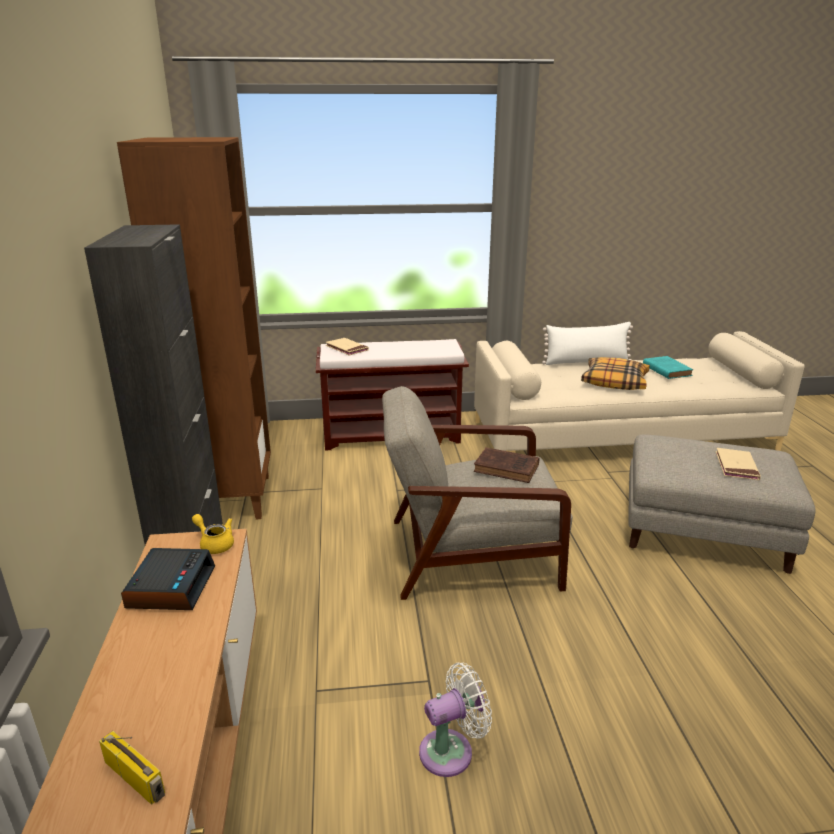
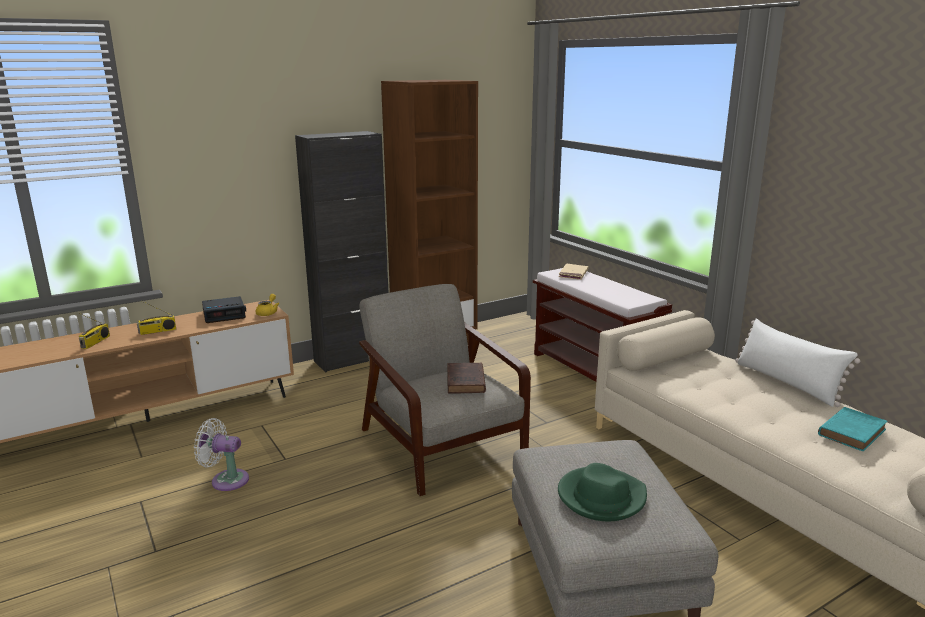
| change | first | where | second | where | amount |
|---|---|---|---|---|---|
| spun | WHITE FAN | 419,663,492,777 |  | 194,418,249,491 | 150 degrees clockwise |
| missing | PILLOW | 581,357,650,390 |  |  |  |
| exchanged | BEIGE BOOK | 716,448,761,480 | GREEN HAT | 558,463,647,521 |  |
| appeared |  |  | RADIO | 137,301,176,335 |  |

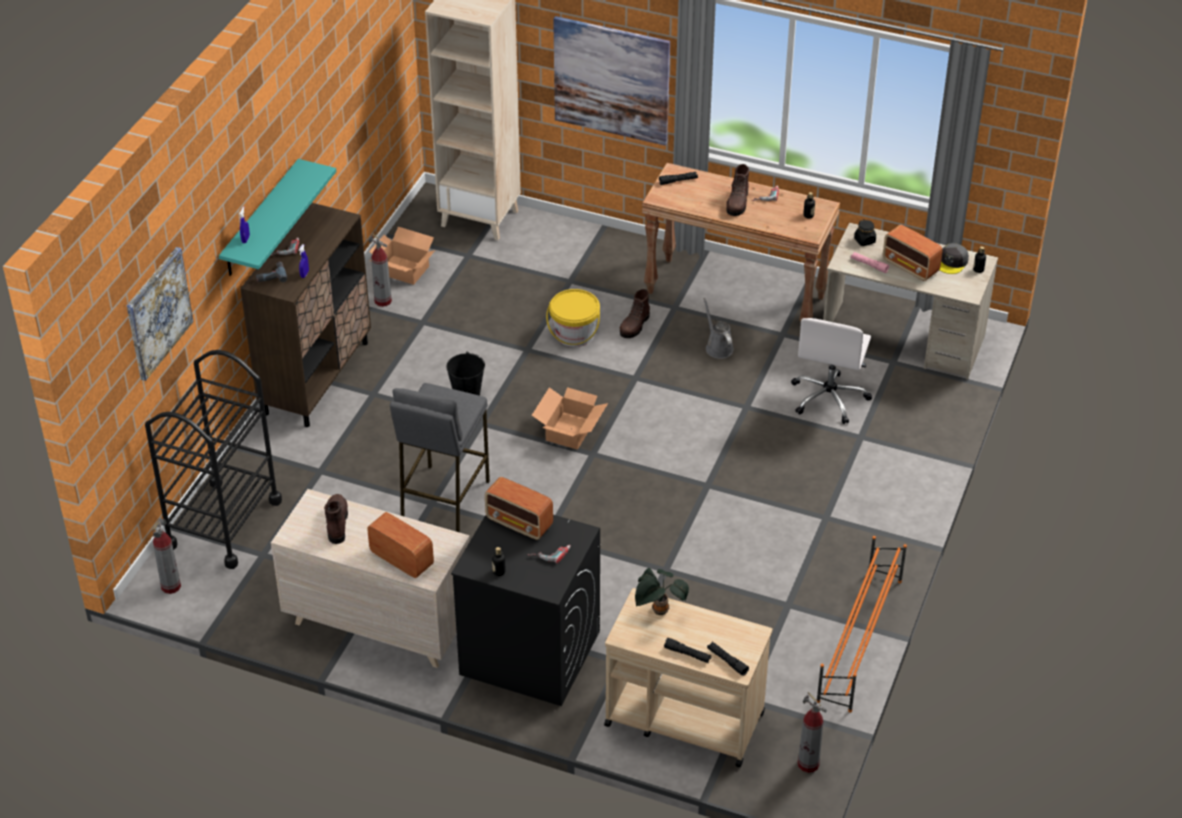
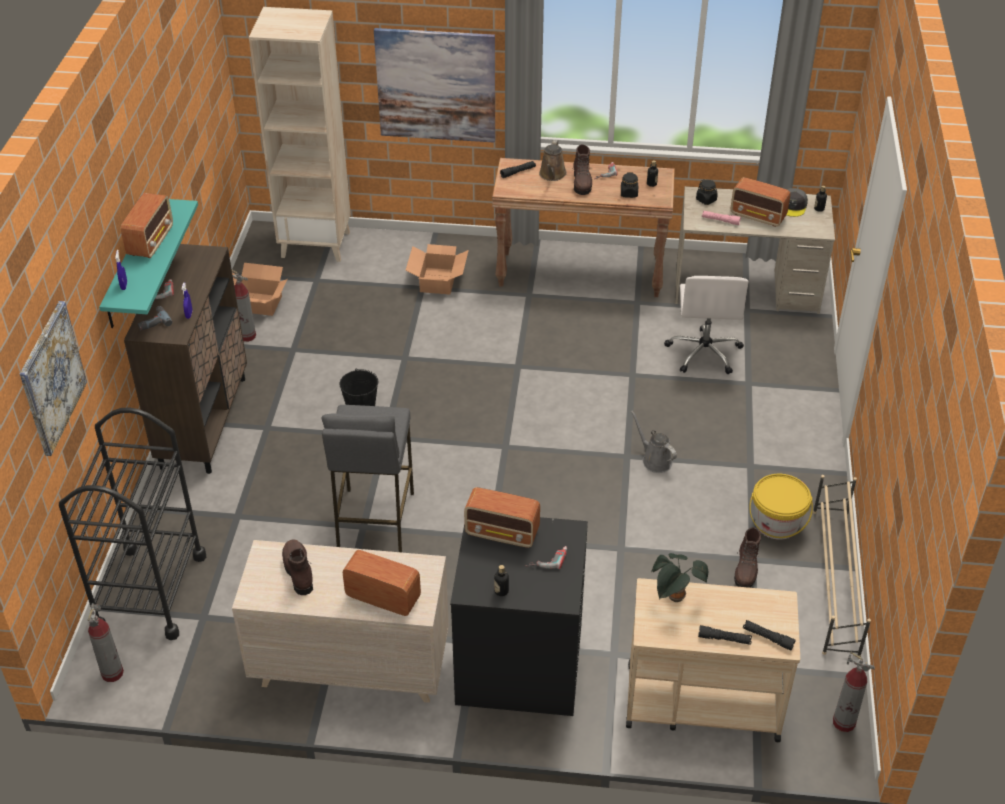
| change | first | where | second | where | amount |
|---|---|---|---|---|---|
| relocated | CARDBOARD BOX | 532,387,608,450 |  | 406,244,469,295 |  |
| relocated | YELLOW BUCKET | 546,289,600,347 |  | 749,474,813,540 |  |
| relocated | BROWN BOOT | 620,289,650,338 |  | 734,527,761,588 |  |
| relocated | GREY WATERING CAN | 703,298,734,359 |  | 631,411,677,473 |  |
| colour | ORANGE SHOE RACK | 817,536,907,712 | BEIGE SHOE RACK | 813,475,871,657 |  |
| appeared |  |  | RADIO | 121,193,173,258 |  |
| appeared |  |  | BROWN WATERING CAN | 539,140,567,181 |  |
| appeared |  |  | BLACK JAR | 621,172,638,198 |  |

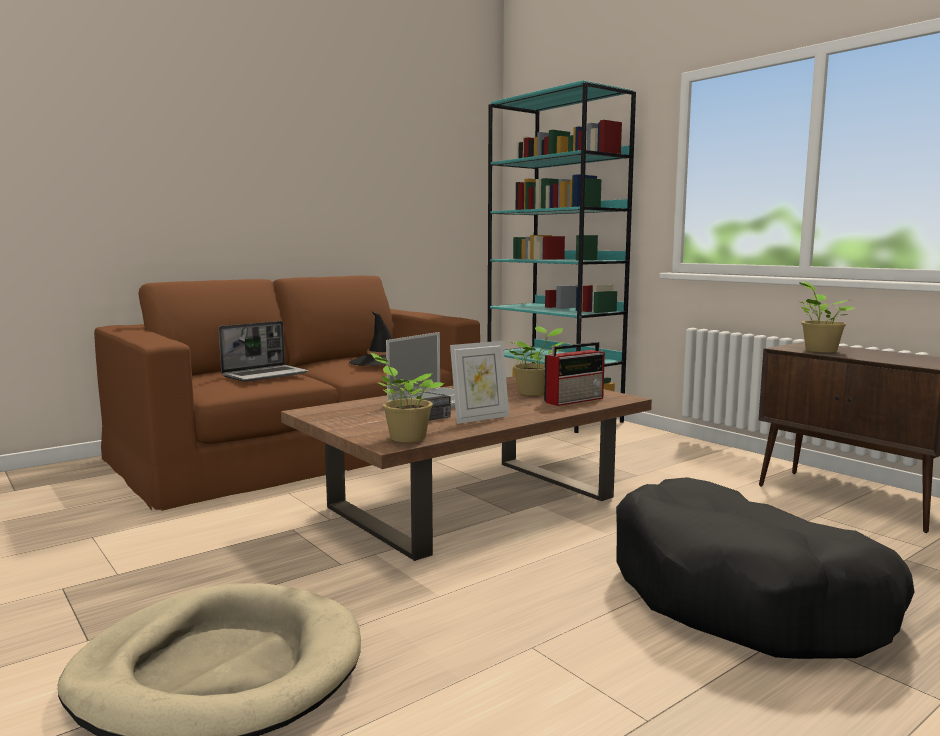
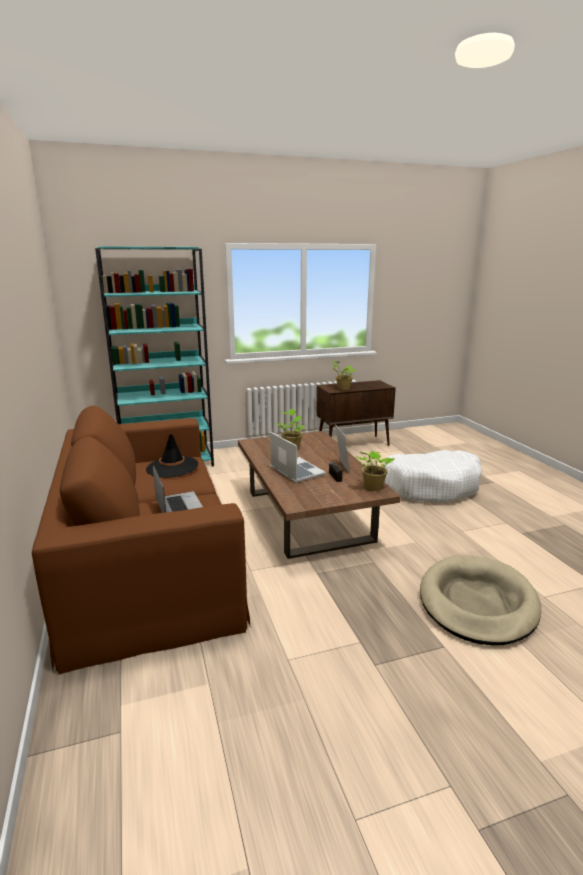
| change | first | where | second | where | amount |
|---|---|---|---|---|---|
| missing | RADIO | 544,342,605,406 |  |  |  |
| colour | BLACK DOG BED | 616,477,914,659 | WHITE DOG BED | 383,450,482,504 |  |

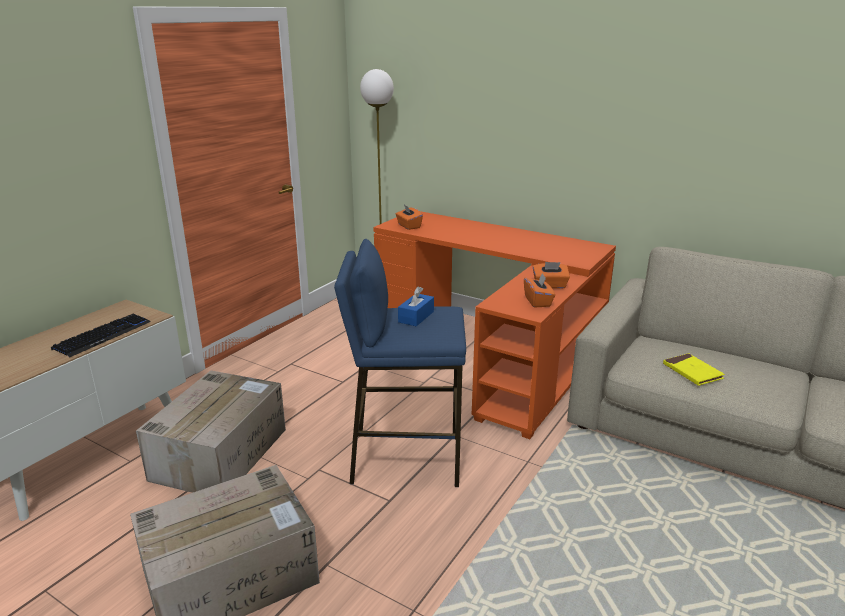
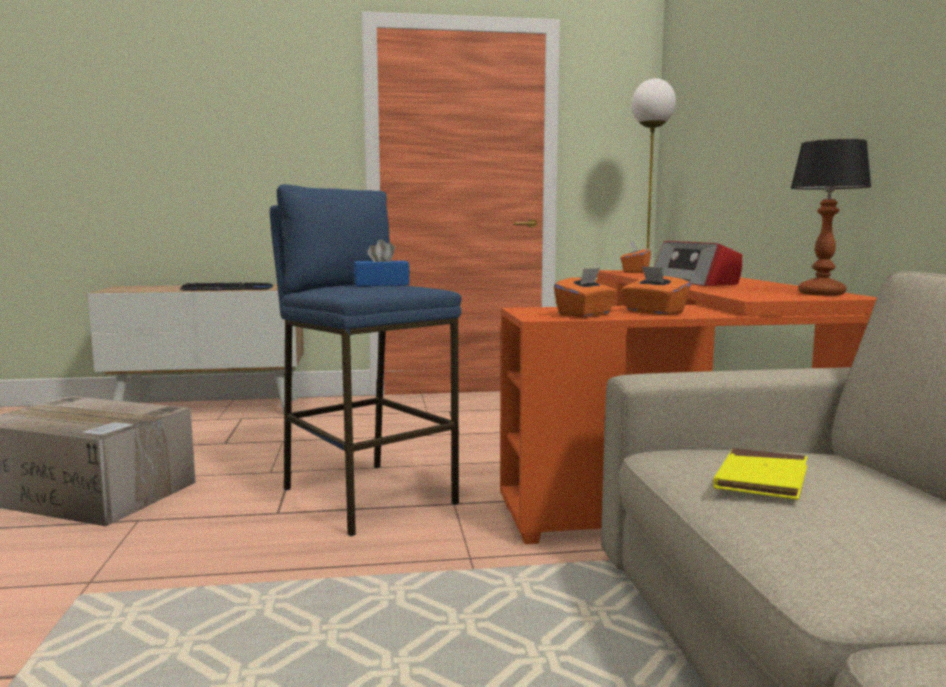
| change | first | where | second | where | amount |
|---|---|---|---|---|---|
| missing | CARDBOARD BOX | 136,370,286,493 |  |  |  |
| appeared |  |  | RADIO | 654,241,742,286 |  |
| appeared |  |  | TABLE LAMP | 790,139,872,296 |  |

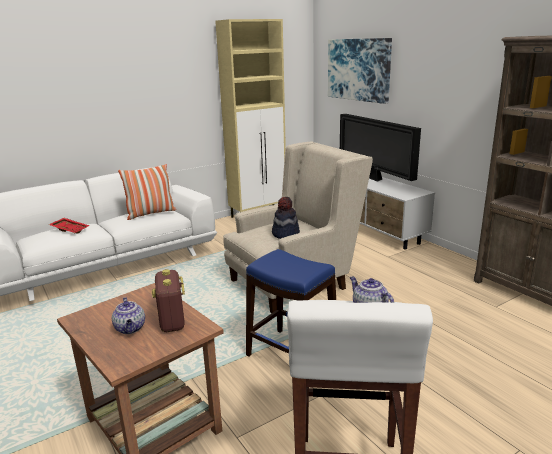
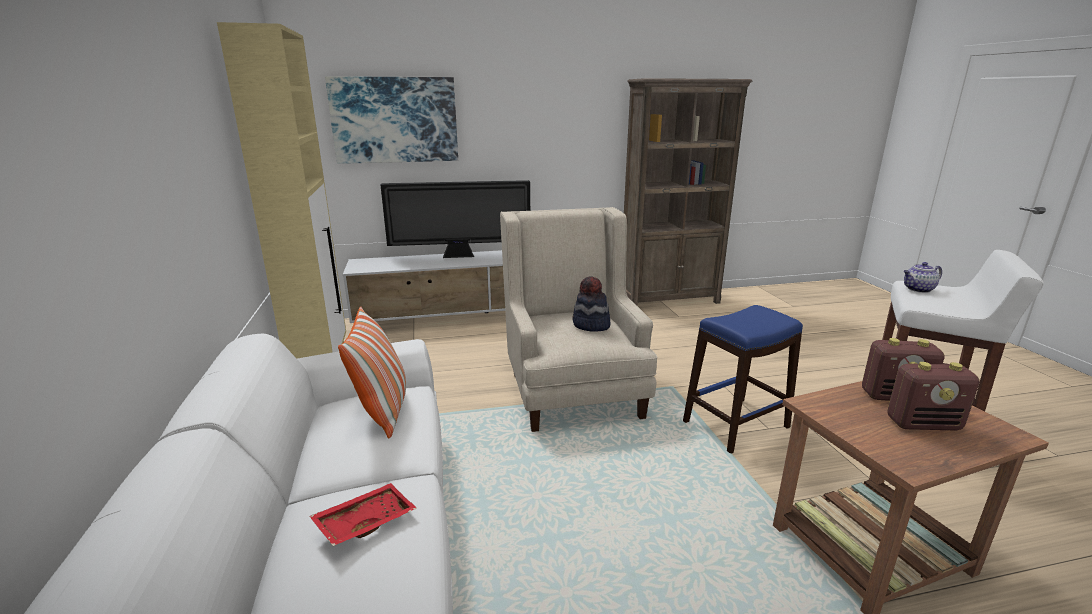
| change | first | where | second | where | amount |
|---|---|---|---|---|---|
| exchanged | TEAPOT | 112,297,145,334 | RADIO | 887,362,980,431 |  |

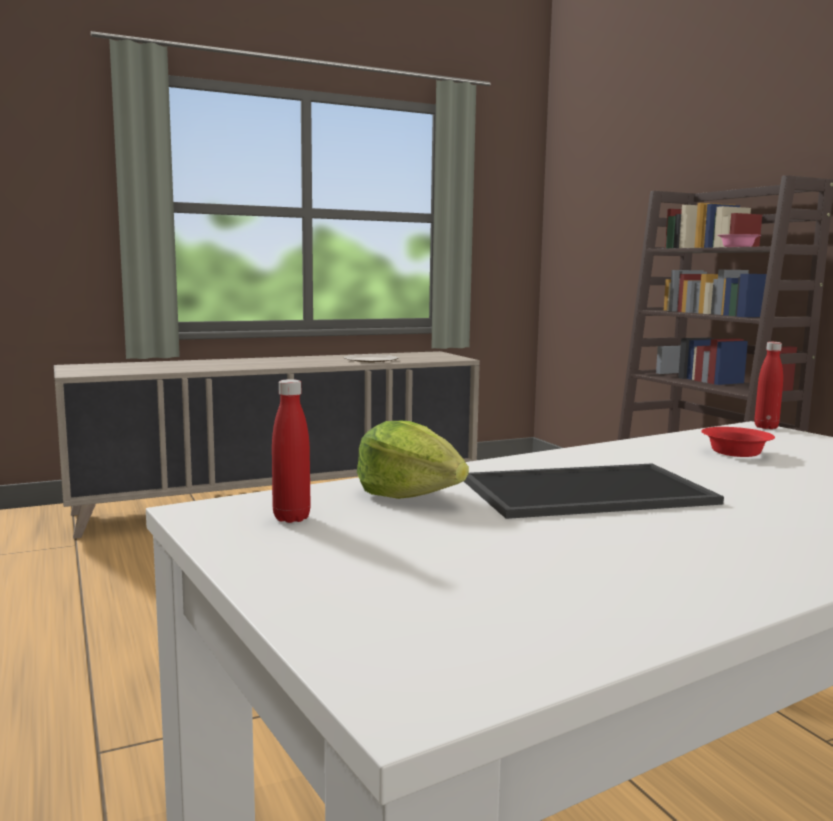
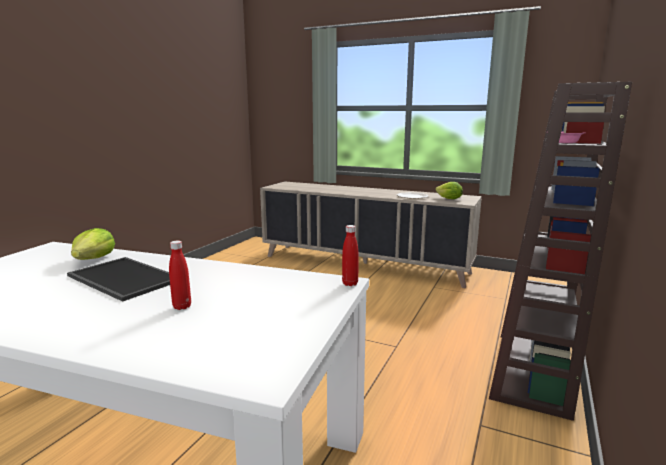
| change | first | where | second | where | amount |
|---|---|---|---|---|---|
| relocated | RED BOTTLE | 272,379,311,523 |  | 169,241,191,310 |  |
| missing | RED BOWL | 701,427,775,457 |  |  |  |
| appeared |  |  | LETTUCE | 435,182,463,199 |  |

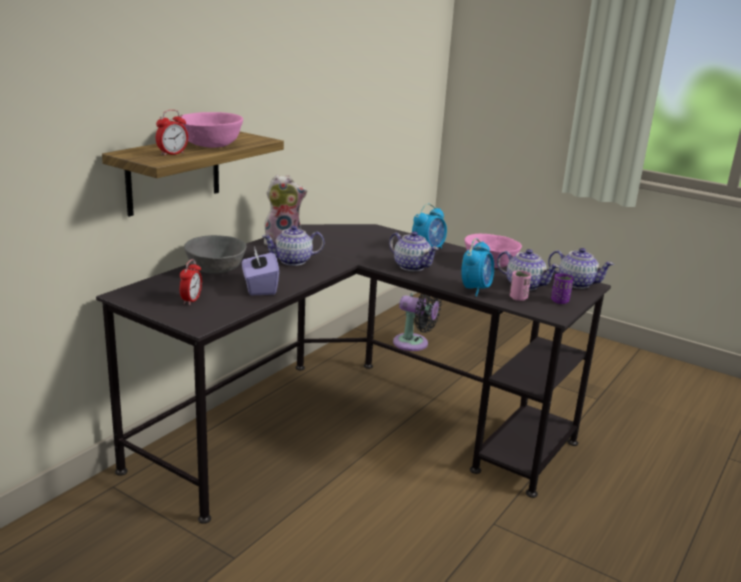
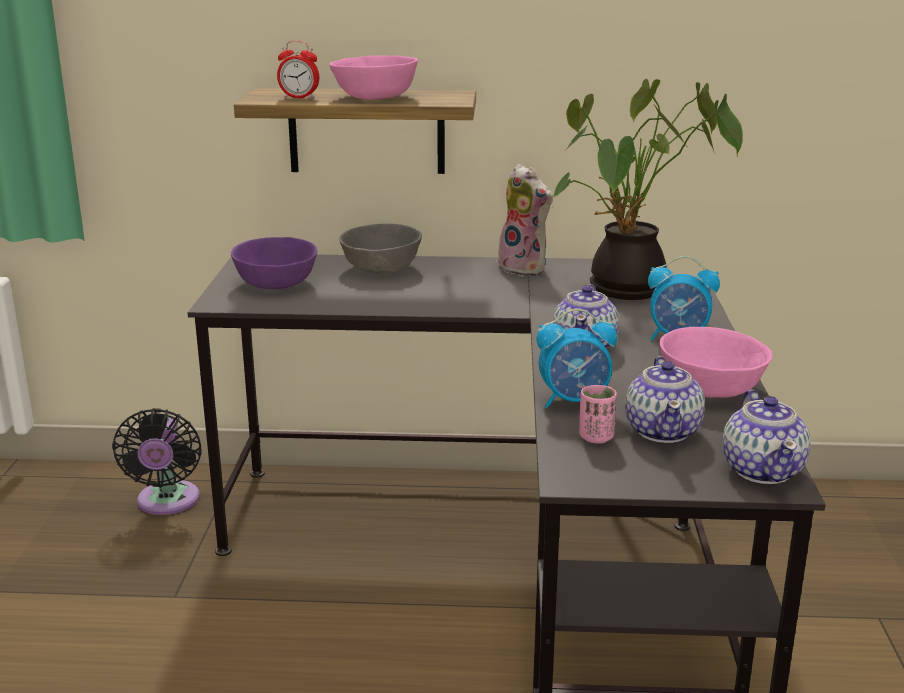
| change | first | where | second | where | amount |
|---|---|---|---|---|---|
| exchanged | ALARM CLOCK | 180,259,202,305 | PURPLE BOWL | 231,237,318,289 |  |
| missing | PURPLE TISSUE BOX | 242,246,279,295 |  |  |  |
| missing | TEAPOT | 262,225,324,266 |  |  |  |
| relocated | BLACK FAN | 393,293,442,351 |  | 112,408,202,515 |  |
| missing | PURPLE CUP | 551,273,574,304 |  |  |  |
| appeared |  |  | POTTED PLANT | 552,79,743,300 |  |

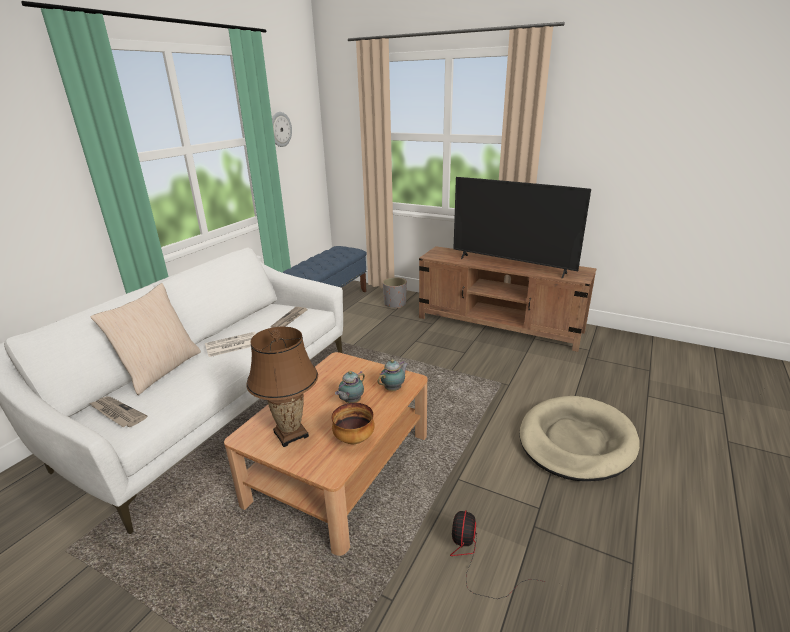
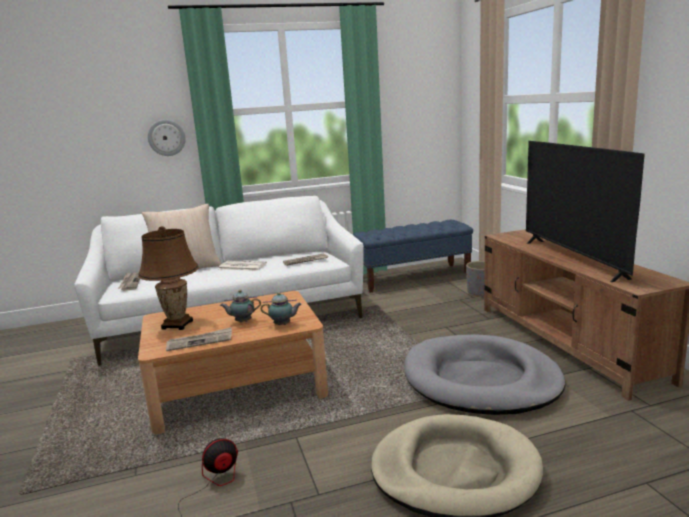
| change | first | where | second | where | amount |
|---|---|---|---|---|---|
| relocated | WALL CLOCK | 272,112,292,147 |  | 148,119,186,156 |  |
| exchanged | BOWL | 332,403,375,444 | NEWSPAPER | 166,327,232,351 |  |
| appeared |  |  | GREY DOG BED | 404,334,565,415 |  |

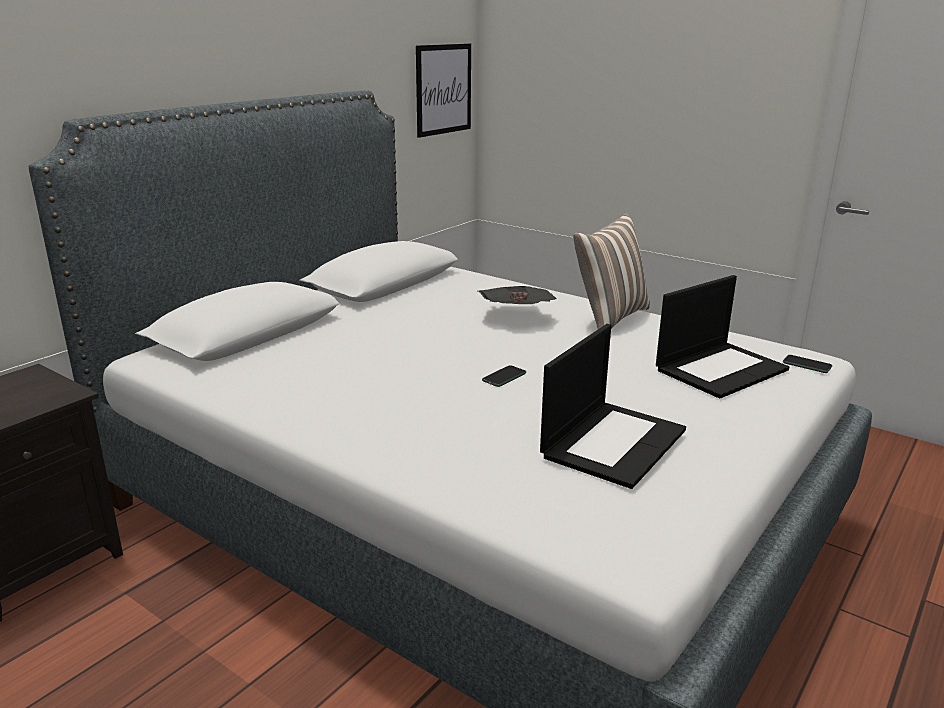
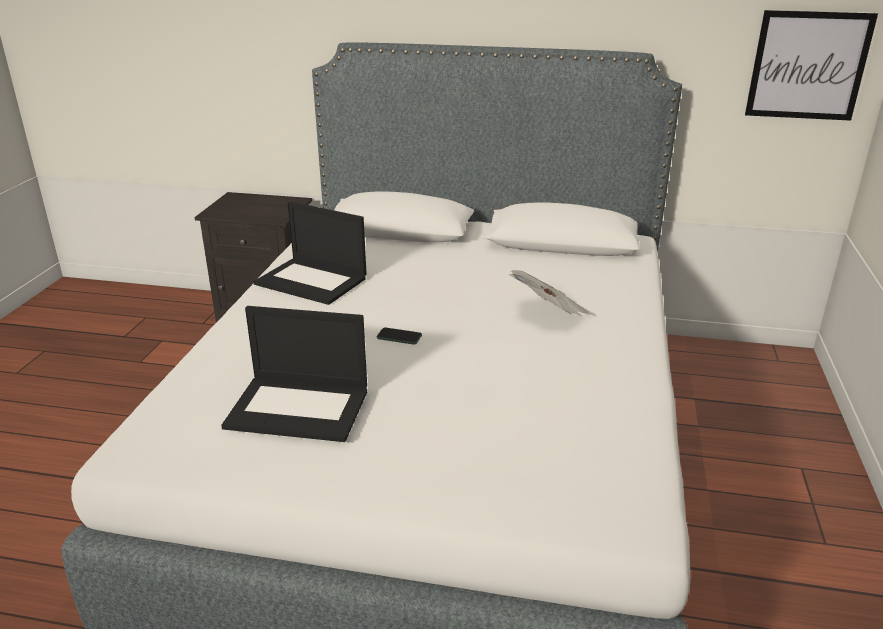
| change | first | where | second | where | amount |
|---|---|---|---|---|---|
| missing | PILLOW | 573,213,650,329 |  |  |  |
| relocated | LAPTOP | 656,275,790,399 |  | 253,201,367,305 |  |
| missing | PHONE | 783,355,832,373 |  |  |  |

